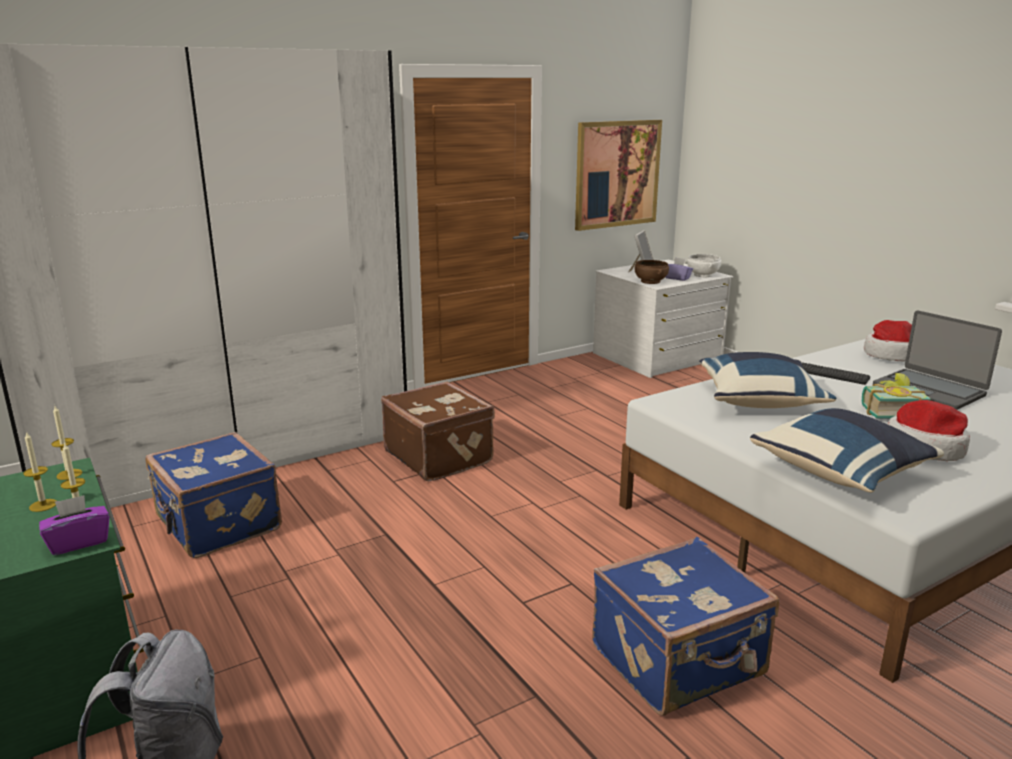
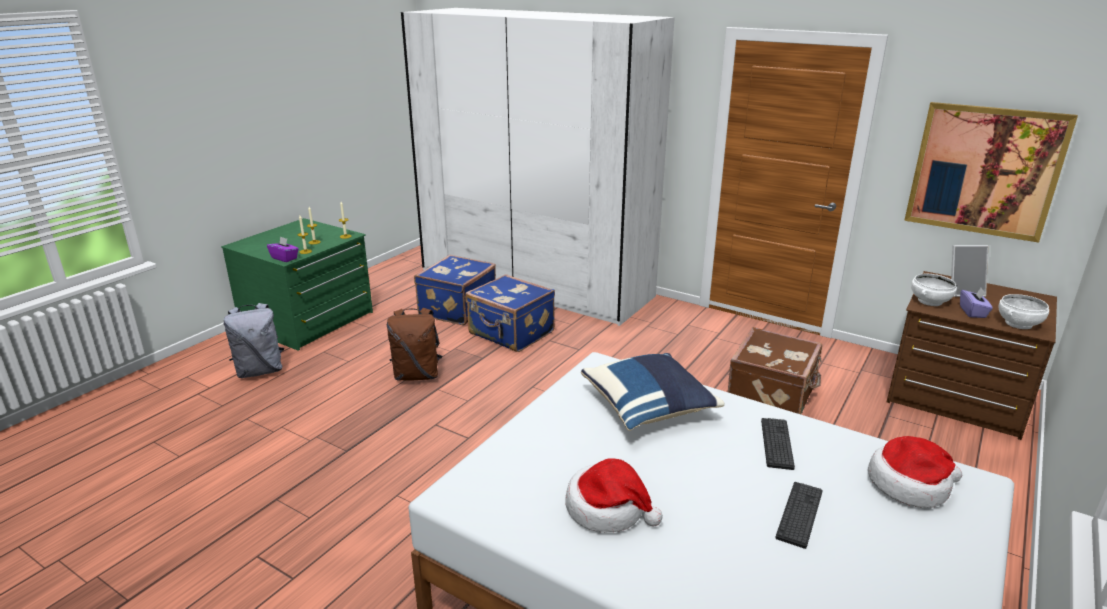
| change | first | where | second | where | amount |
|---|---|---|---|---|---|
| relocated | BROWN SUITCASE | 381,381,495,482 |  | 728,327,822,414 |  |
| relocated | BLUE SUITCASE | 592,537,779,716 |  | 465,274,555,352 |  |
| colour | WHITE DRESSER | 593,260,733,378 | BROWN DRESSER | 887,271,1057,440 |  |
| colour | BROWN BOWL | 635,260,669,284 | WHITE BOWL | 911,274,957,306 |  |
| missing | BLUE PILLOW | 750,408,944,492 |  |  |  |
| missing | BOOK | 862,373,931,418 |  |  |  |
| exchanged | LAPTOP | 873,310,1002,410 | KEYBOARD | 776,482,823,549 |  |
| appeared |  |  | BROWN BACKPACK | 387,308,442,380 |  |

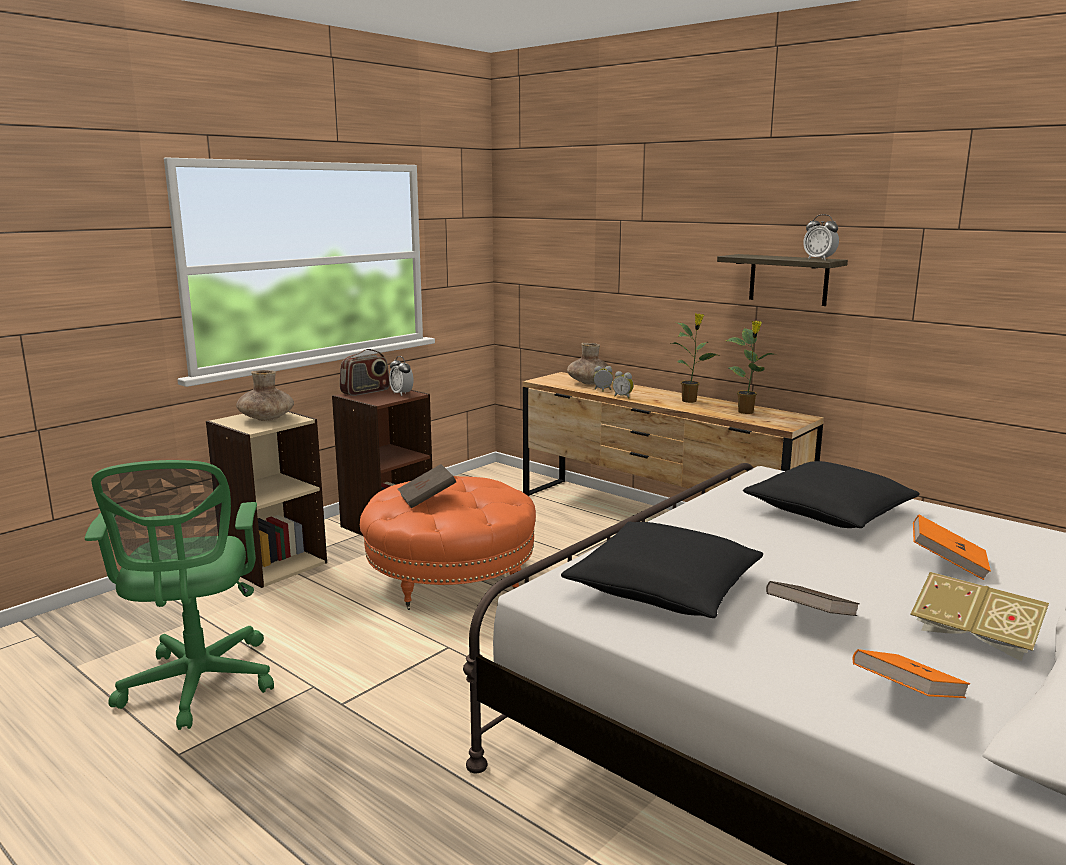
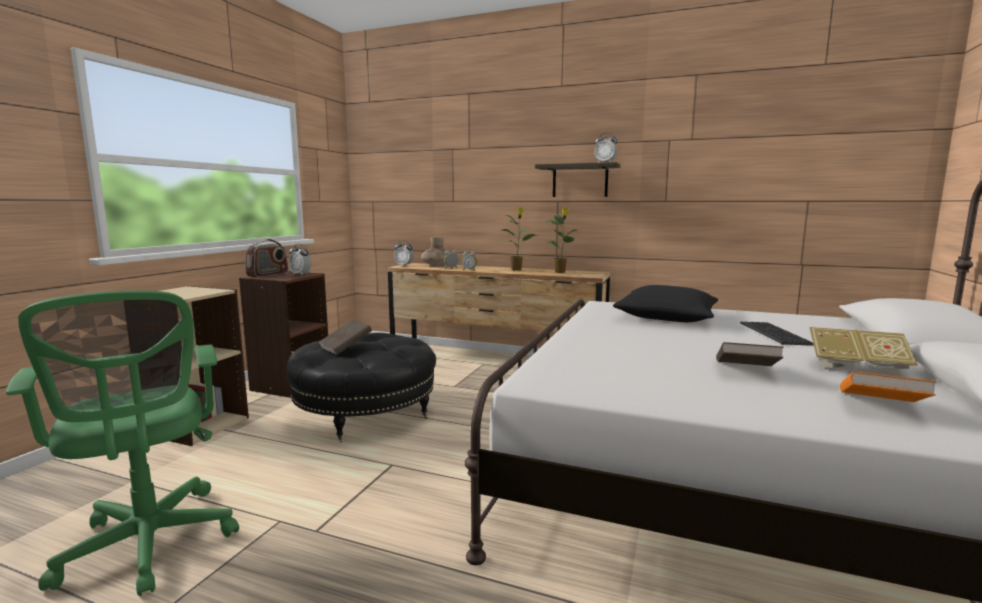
| change | first | where | second | where | amount |
|---|---|---|---|---|---|
| missing | BROWN VASE | 236,370,294,421 |  |  |  |
| colour | ORANGE OTTOMAN | 360,476,536,610 | BLACK OTTOMAN | 286,333,436,442 |  |
| missing | BLACK PILLOW | 561,522,763,618 |  |  |  |
| exchanged | ORANGE BOOK | 913,515,991,580 | KEYBOARD | 740,322,814,346 |  |
| appeared |  |  | ALARM CLOCK | 394,240,414,266 |  |

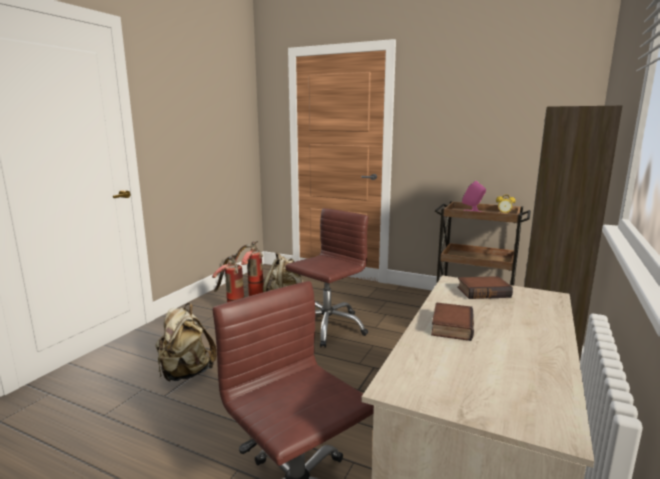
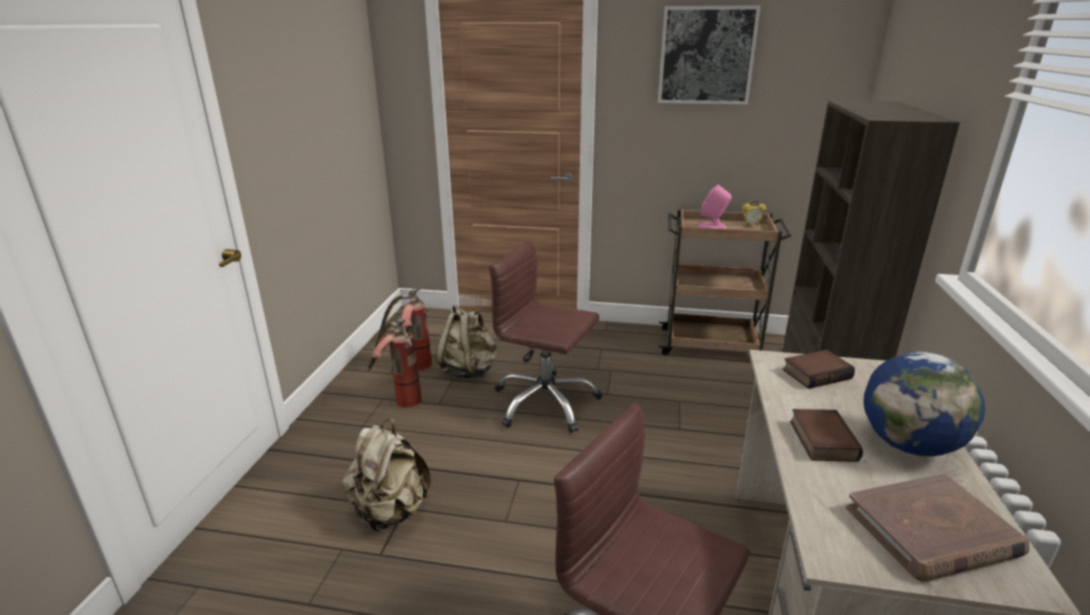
| change | first | where | second | where | amount |
|---|---|---|---|---|---|
| spun | BROWN OFFICE CHAIR | 285,208,368,348 |  | 489,240,602,433 | 90 degrees counterclockwise |
| appeared |  |  | PICTURE | 658,5,761,104 |  |
| appeared |  |  | BROWN BOOK | 846,473,1030,582 |  |
| appeared |  |  | GLOBE | 863,351,985,456 |  |

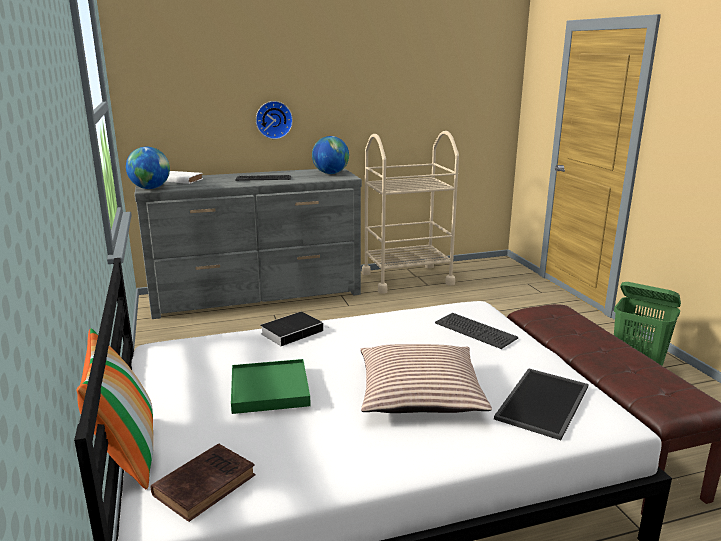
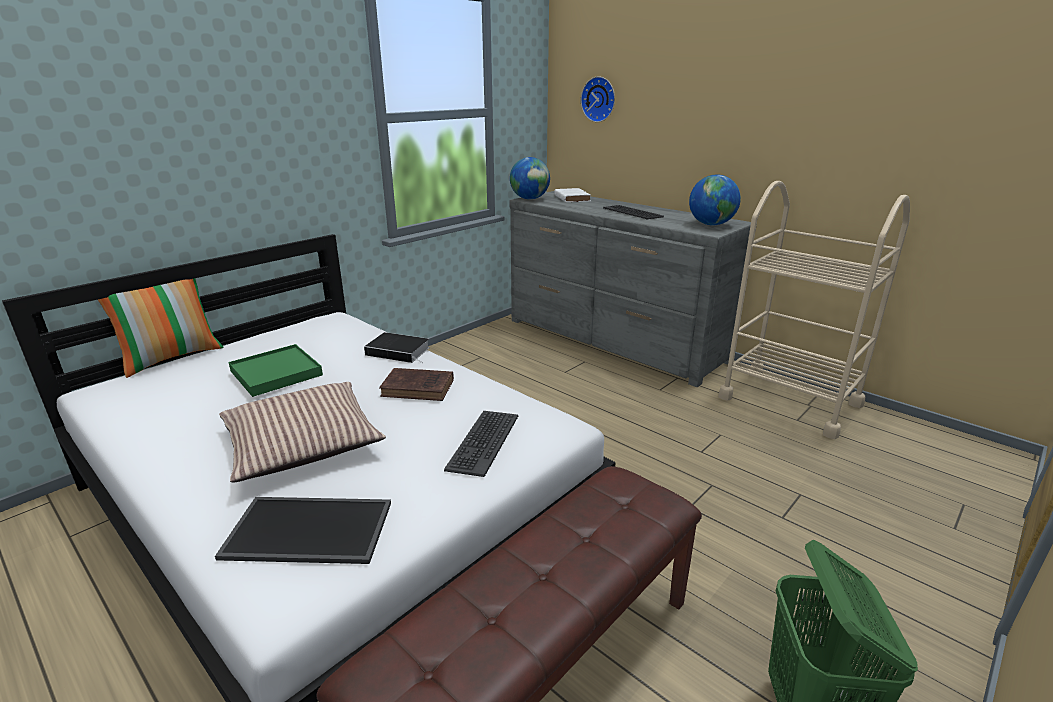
| change | first | where | second | where | amount |
|---|---|---|---|---|---|
| relocated | BROWN BOOK | 151,443,256,522 |  | 379,368,454,401 |  |
| relocated | WALL CLOCK | 256,101,293,139 |  | 581,76,615,122 |  |

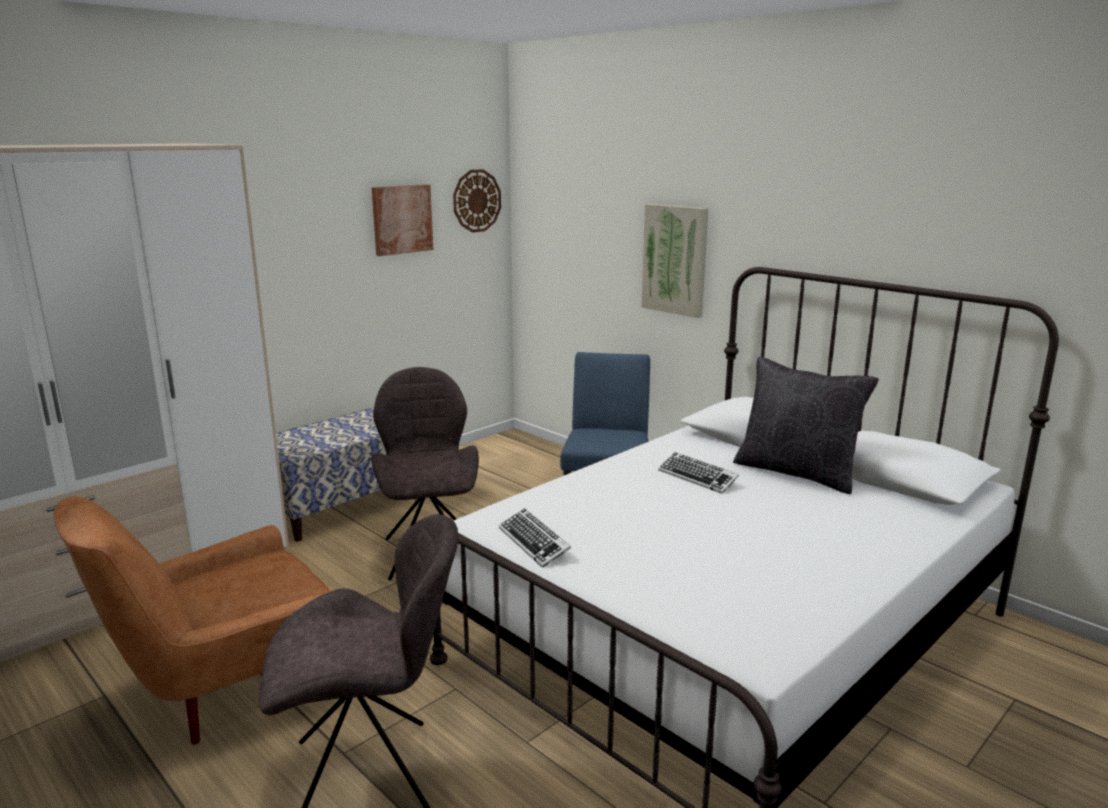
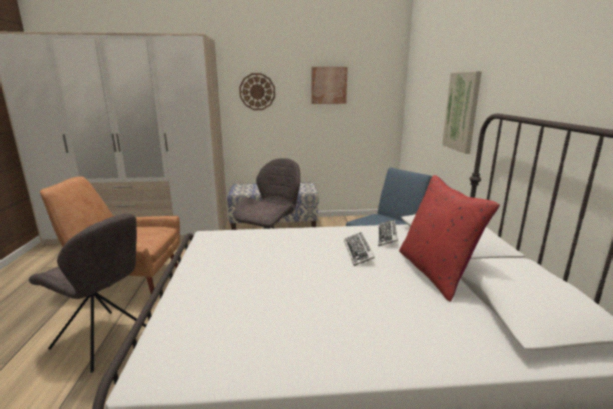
| change | first | where | second | where | amount |
|---|---|---|---|---|---|
| relocated | WALL CLOCK | 453,169,501,233 |  | 239,73,275,110 |  |
| relocated | KEYBOARD | 499,508,571,568 |  | 378,220,398,246 |  |
| colour | BLACK PILLOW | 733,357,879,494 | RED PILLOW | 399,175,500,302 |  |

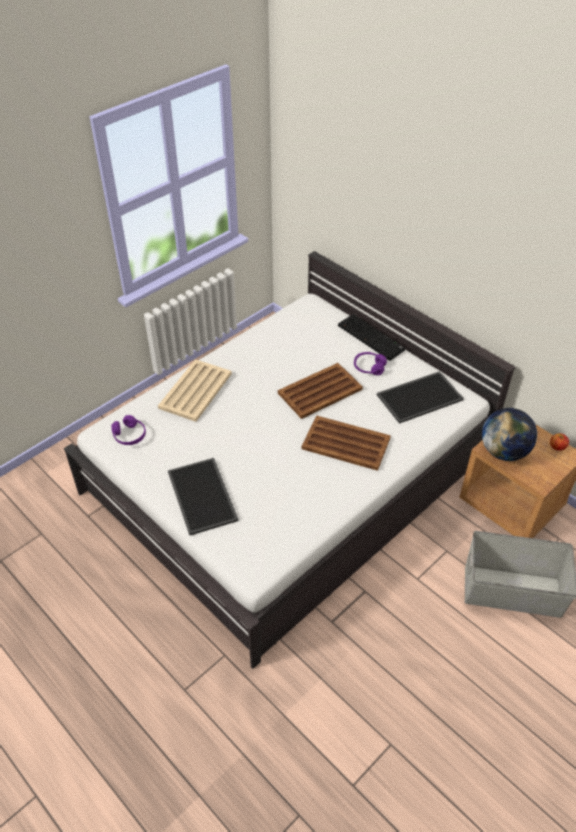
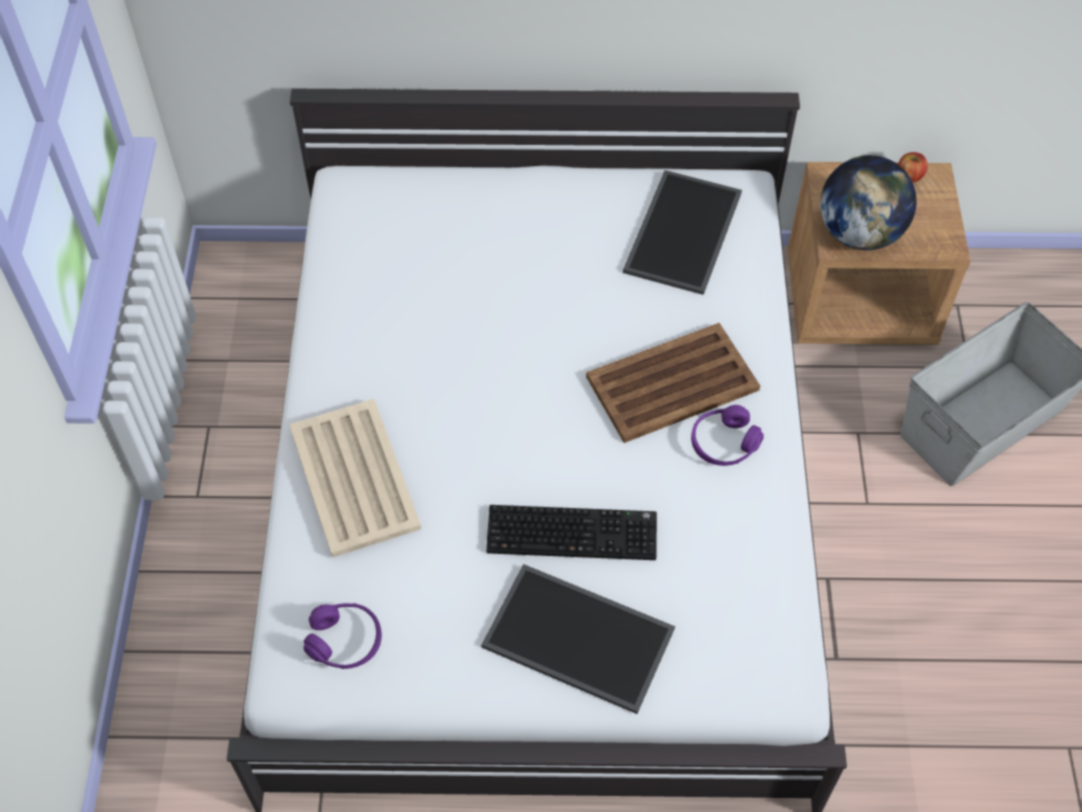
| change | first | where | second | where | amount |
|---|---|---|---|---|---|
| missing | BROWN TRAY | 278,363,363,419 |  |  |  |
| relocated | KEYBOARD | 338,314,405,361 |  | 486,505,657,560 |  |
| relocated | PURPLE HEADPHONES | 354,352,387,375 |  | 691,405,764,466 |  |

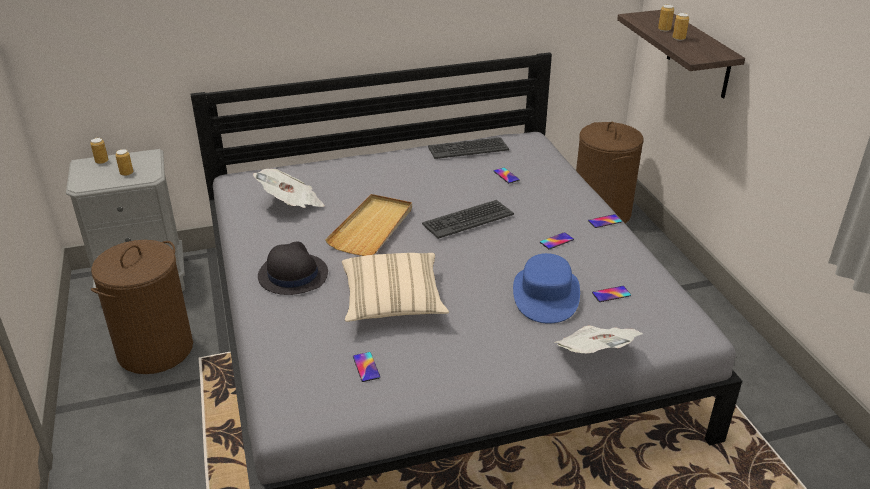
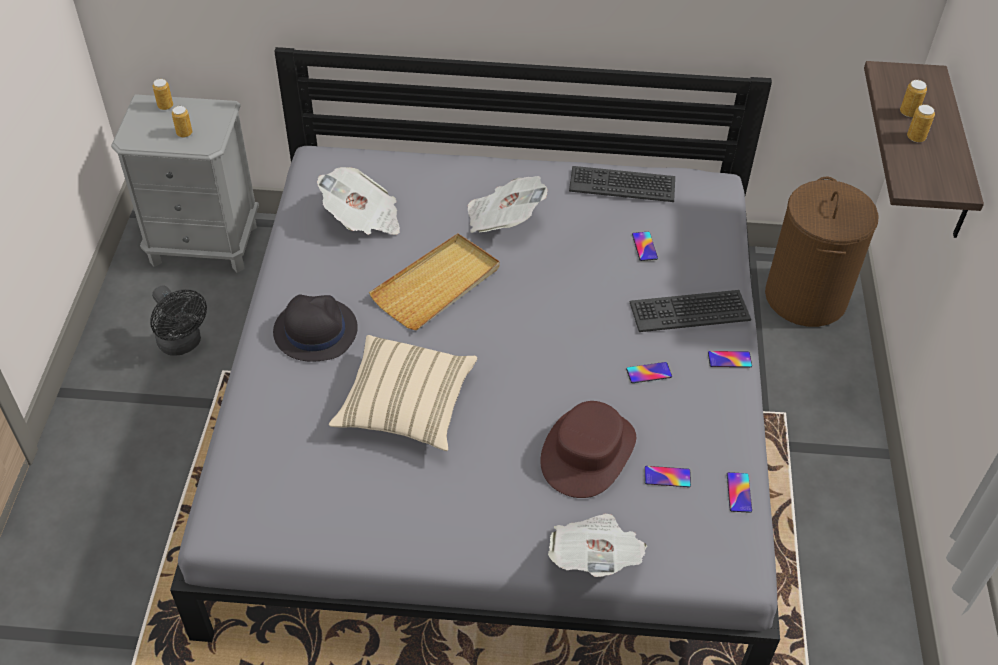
| change | first | where | second | where | amount |
|---|---|---|---|---|---|
| exchanged | BROWN LAUNDRY BASKET | 91,240,193,374 | BLACK FAN | 150,285,207,356 |  |
| relocated | PHONE | 353,352,380,382 |  | 727,472,752,513 |  |
| relocated | KEYBOARD | 422,200,514,239 |  | 630,290,751,332 |  |
| colour | BLUE HAT | 513,253,580,324 | BROWN HAT | 540,401,636,498 |  |
| appeared |  |  | NEWSPAPER | 468,176,548,233 |  |

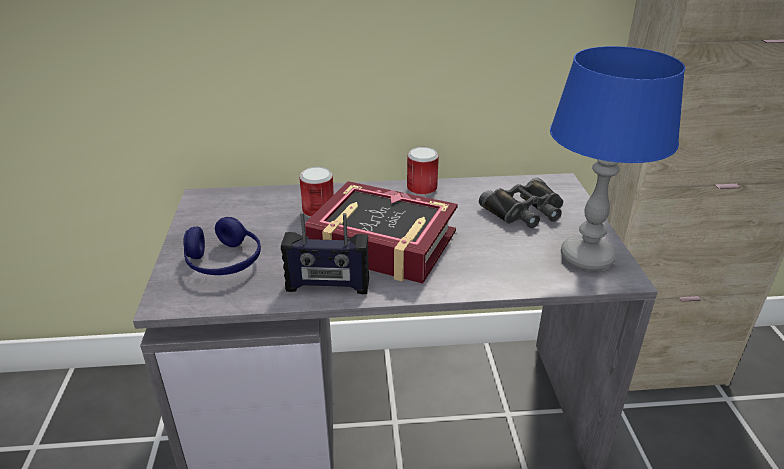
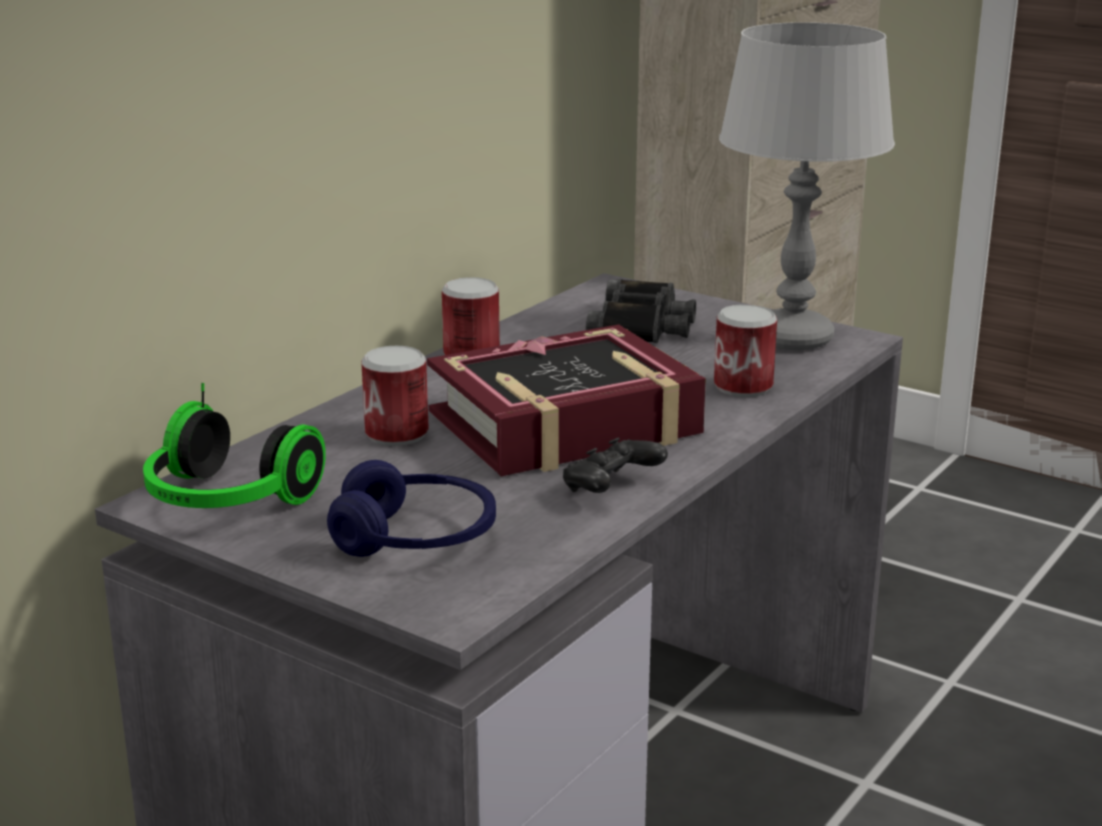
| change | first | where | second | where | amount |
|---|---|---|---|---|---|
| exchanged | RADIO | 281,212,369,294 | BLACK GAME CONTROLLER | 563,437,668,493 |  |
| colour | BLUE TABLE LAMP | 550,46,685,271 | GREY TABLE LAMP | 719,22,895,350 |  |
| appeared |  |  | HEADPHONES | 143,383,326,508 |  |
| appeared |  |  | CAN | 714,304,777,397 |  |

